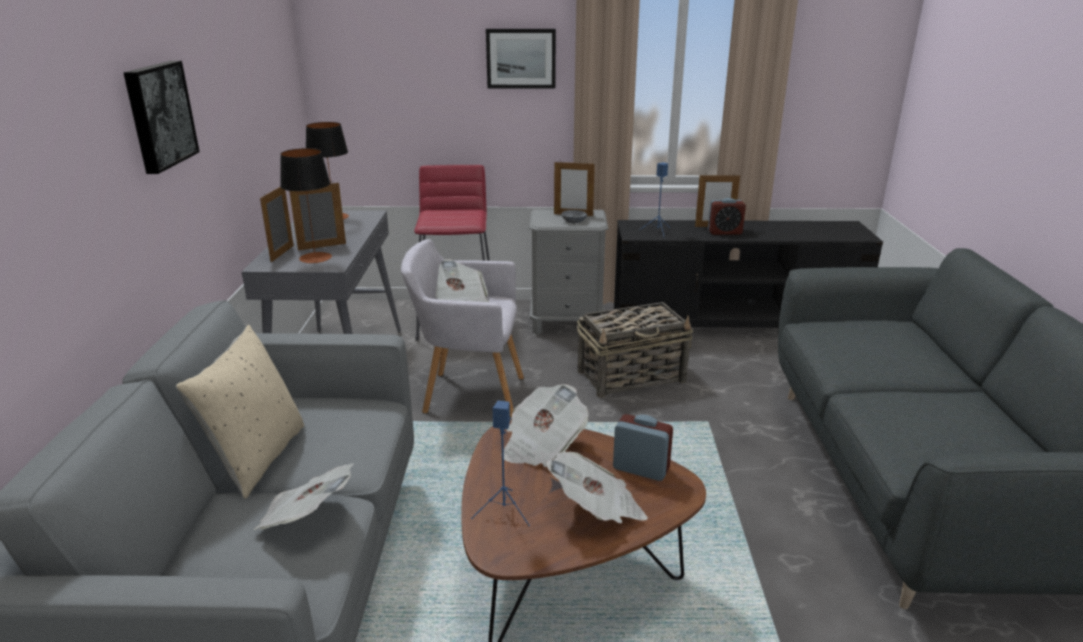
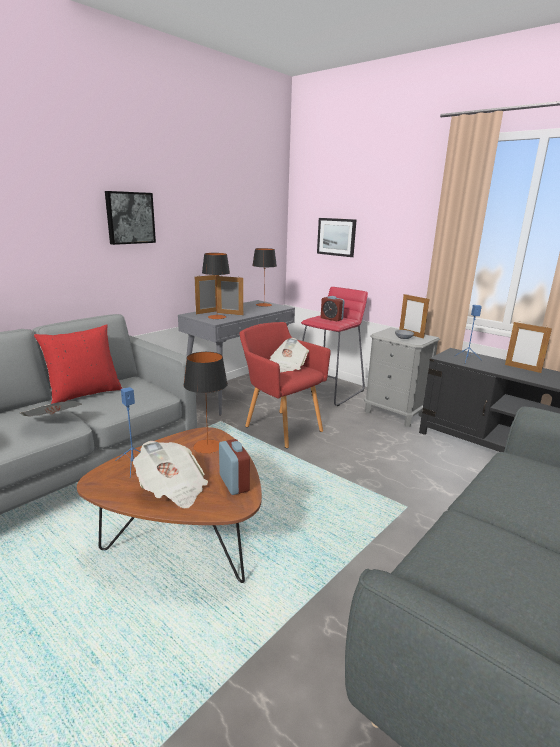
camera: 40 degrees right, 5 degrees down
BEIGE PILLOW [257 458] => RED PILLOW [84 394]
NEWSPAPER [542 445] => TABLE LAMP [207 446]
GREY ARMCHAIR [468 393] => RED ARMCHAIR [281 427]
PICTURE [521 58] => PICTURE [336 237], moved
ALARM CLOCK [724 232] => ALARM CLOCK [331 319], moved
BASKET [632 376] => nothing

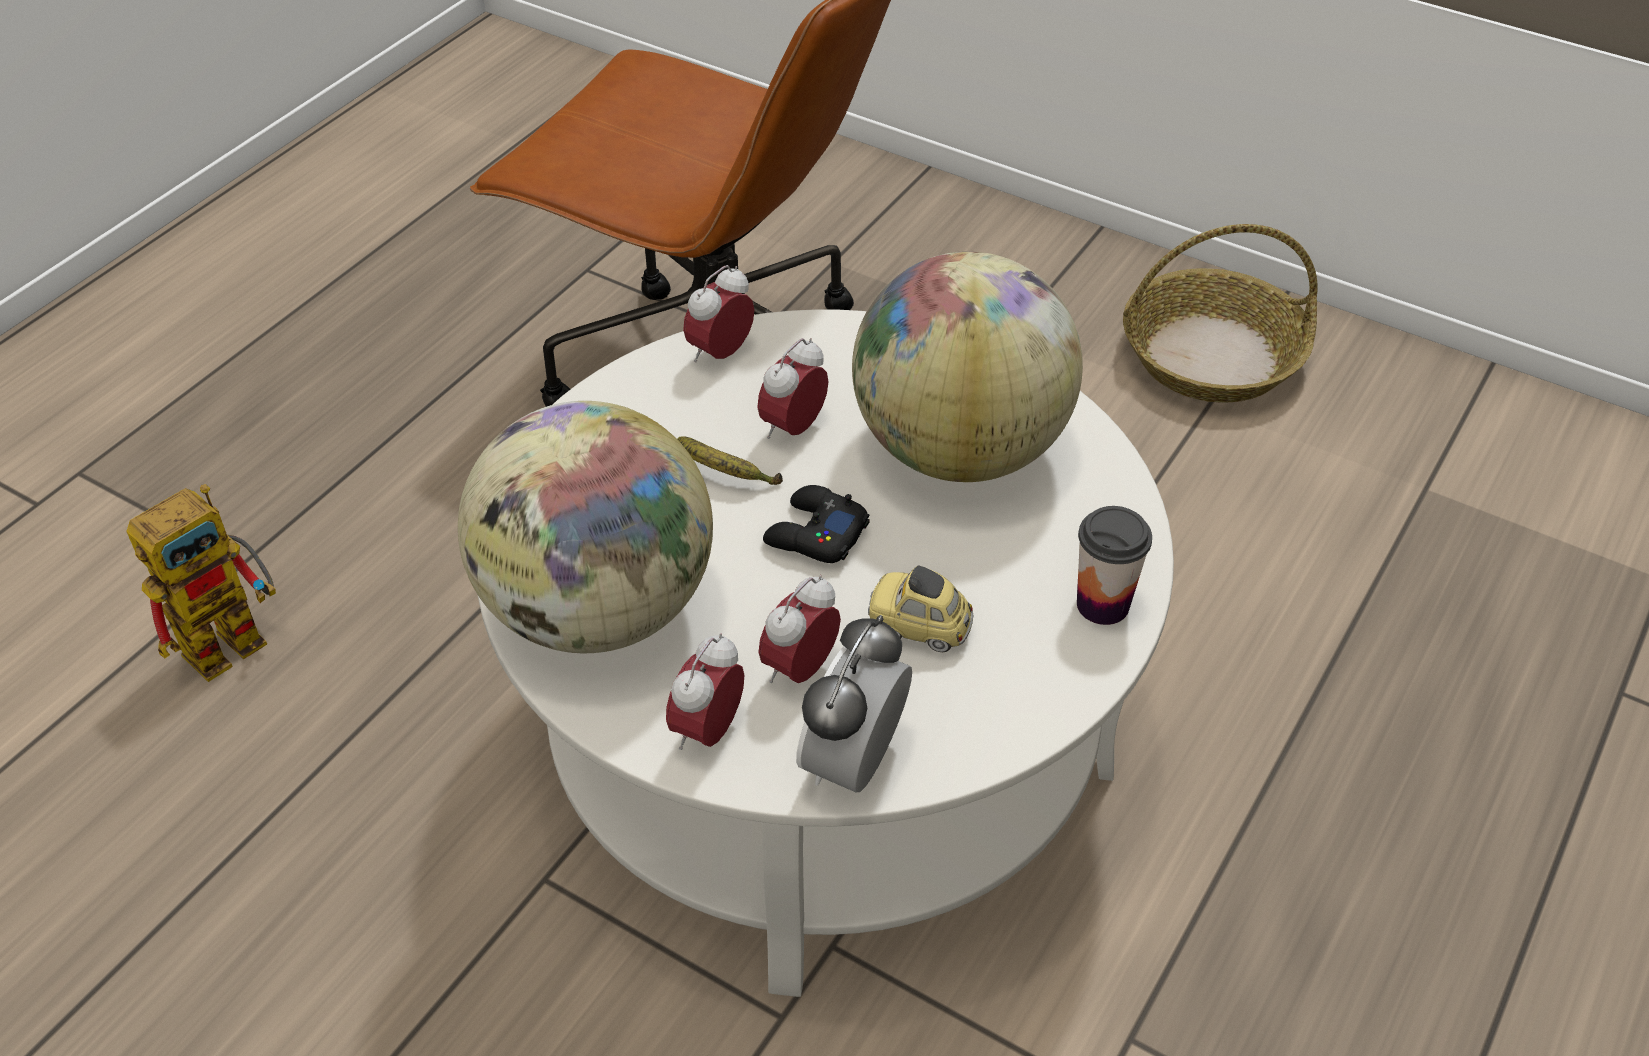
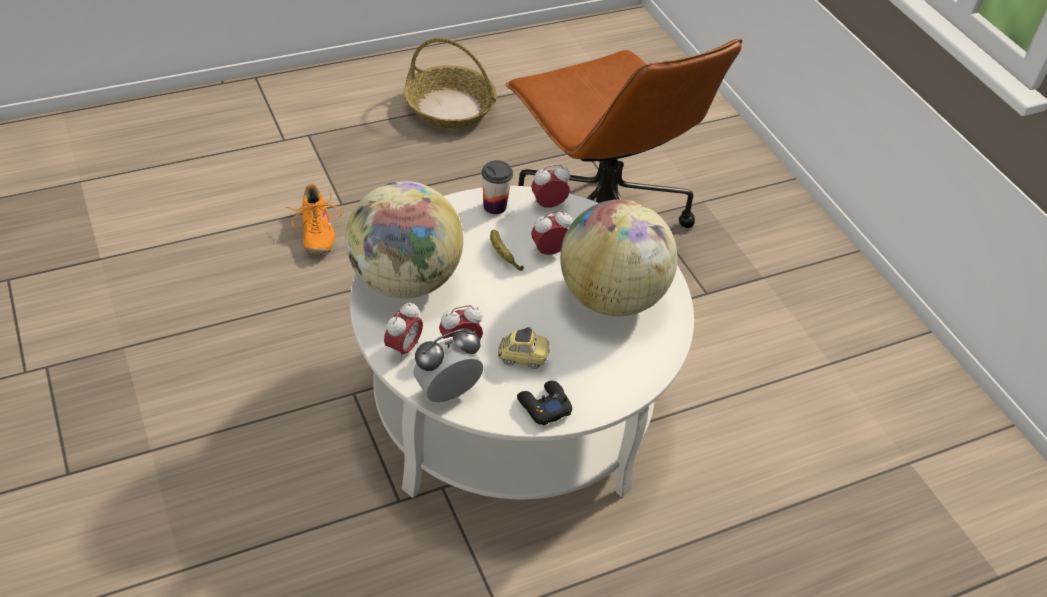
camera: 30 degrees right, 0 degrees up
TOY ROBOT [235 635] => ORANGE SHOE [315 232]
ALARM CLOCK [708 731] => ALARM CLOCK [403 348], 150 degrees clockwise
BASKET [1212 356] => BASKET [450 108], moved
CUP [1102 604] => CUP [494 206], moved
TOY CAR [919 627] => TOY CAR [523 358], 135 degrees clockwise
BLACK GAME CONTROLLER [815 534] => BLACK GAME CONTROLLER [543 406], moved

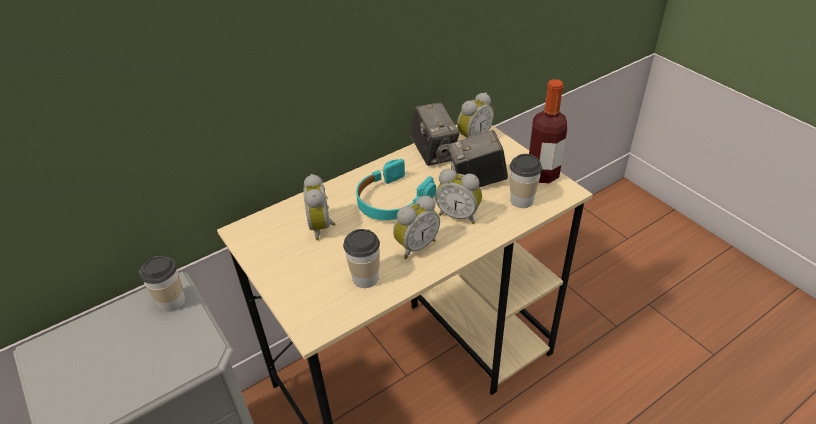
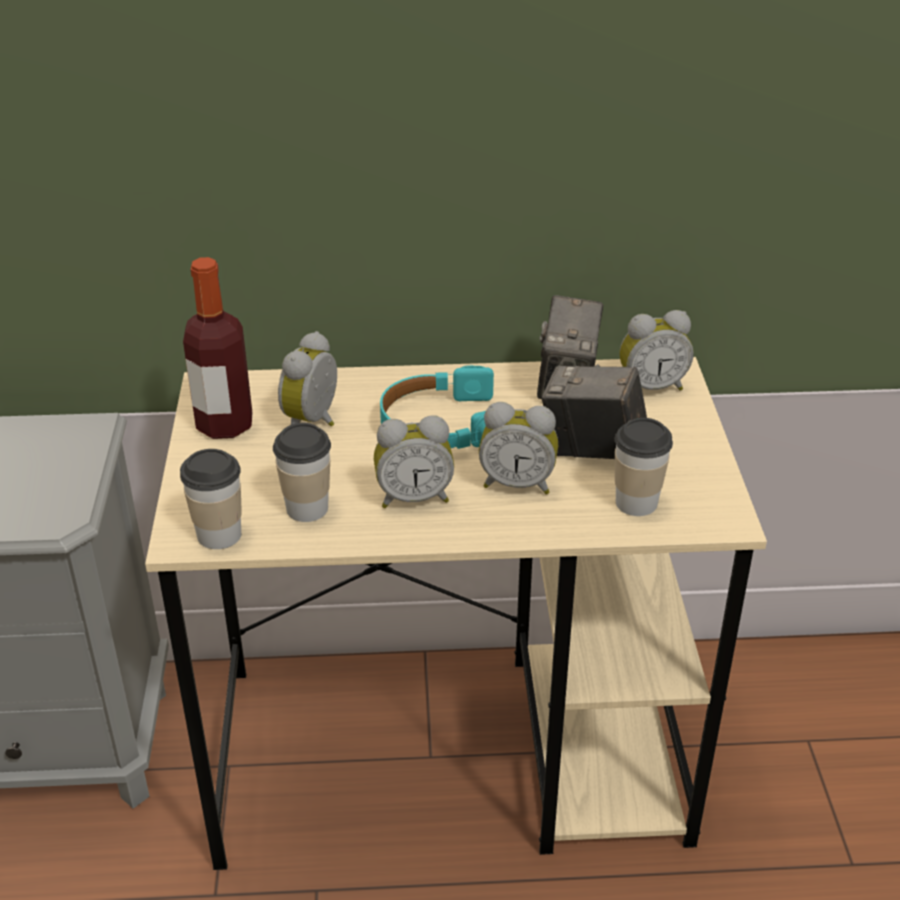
camera: 30 degrees right, 5 degrees down
CUP [172 302] => CUP [219 535], moved
BOTTLE [542 174] => BOTTLE [225 425], moved
ALARM CLOCK [458 215] => ALARM CLOCK [517 483], 45 degrees counterclockwise

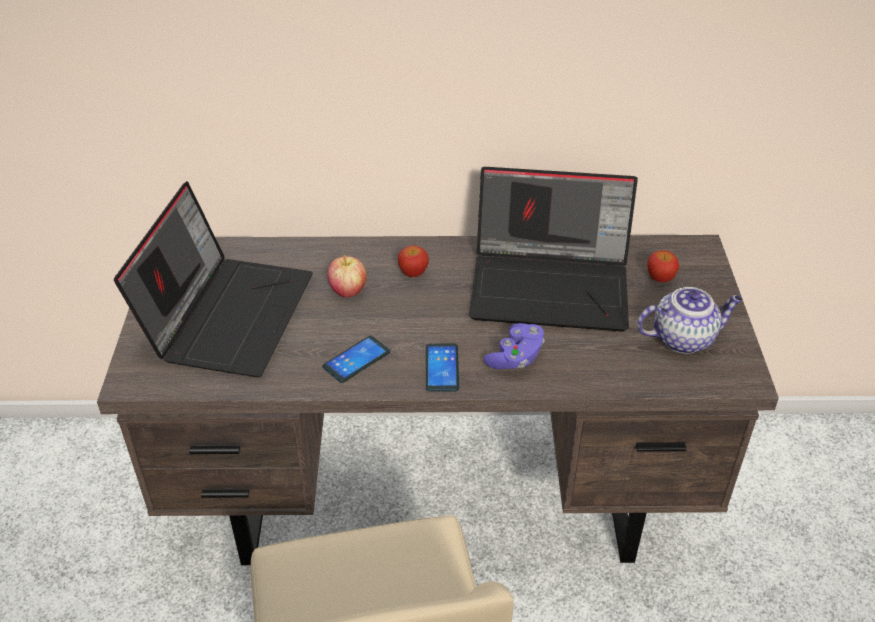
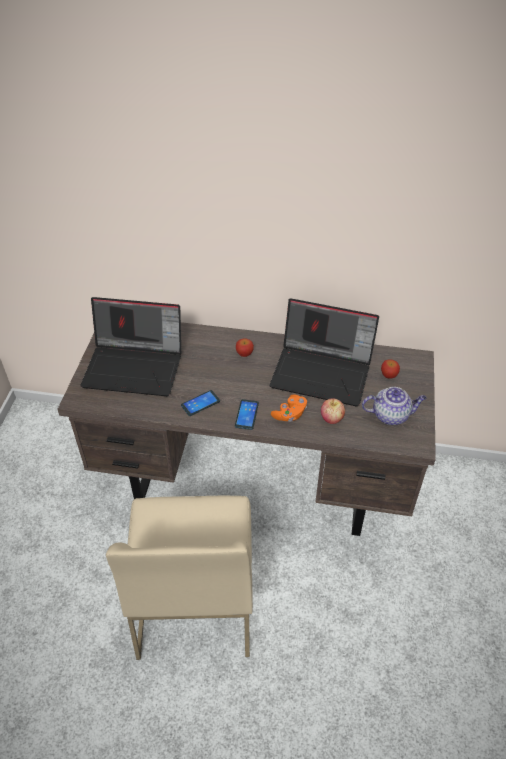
camera: 10 degrees right, 5 degrees up
LAPTOP [228 314] => LAPTOP [135 366], 75 degrees clockwise
PURPLE GAME CONTROLLER [515 357] => ORANGE GAME CONTROLLER [290 414]
APPLE [348 291] => APPLE [331 418], moved

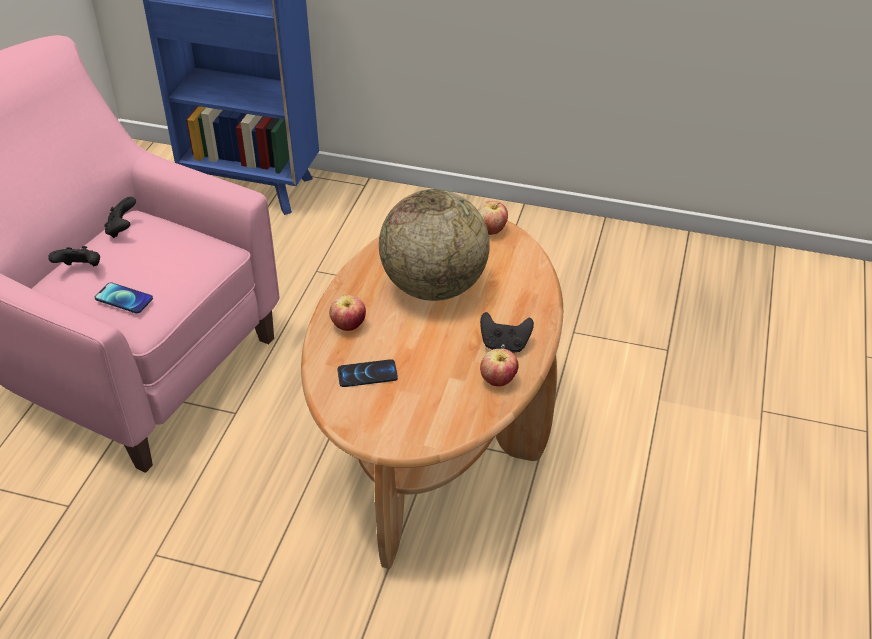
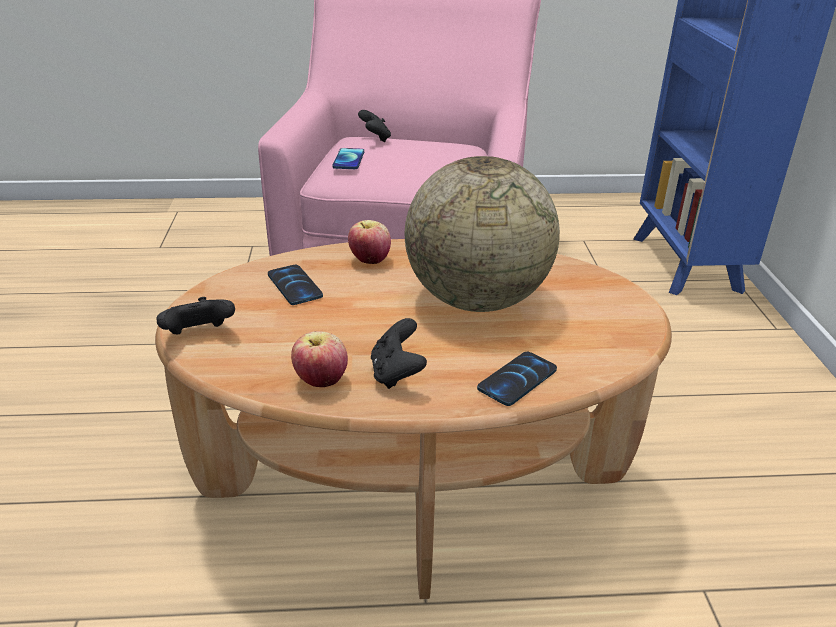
camera: 70 degrees right, 10 degrees down
BLACK GAME CONTROLLER [122 229] => BLACK GAME CONTROLLER [199 335], moved
nothing => PHONE [517 380]
APPLE [491 230] => nothing

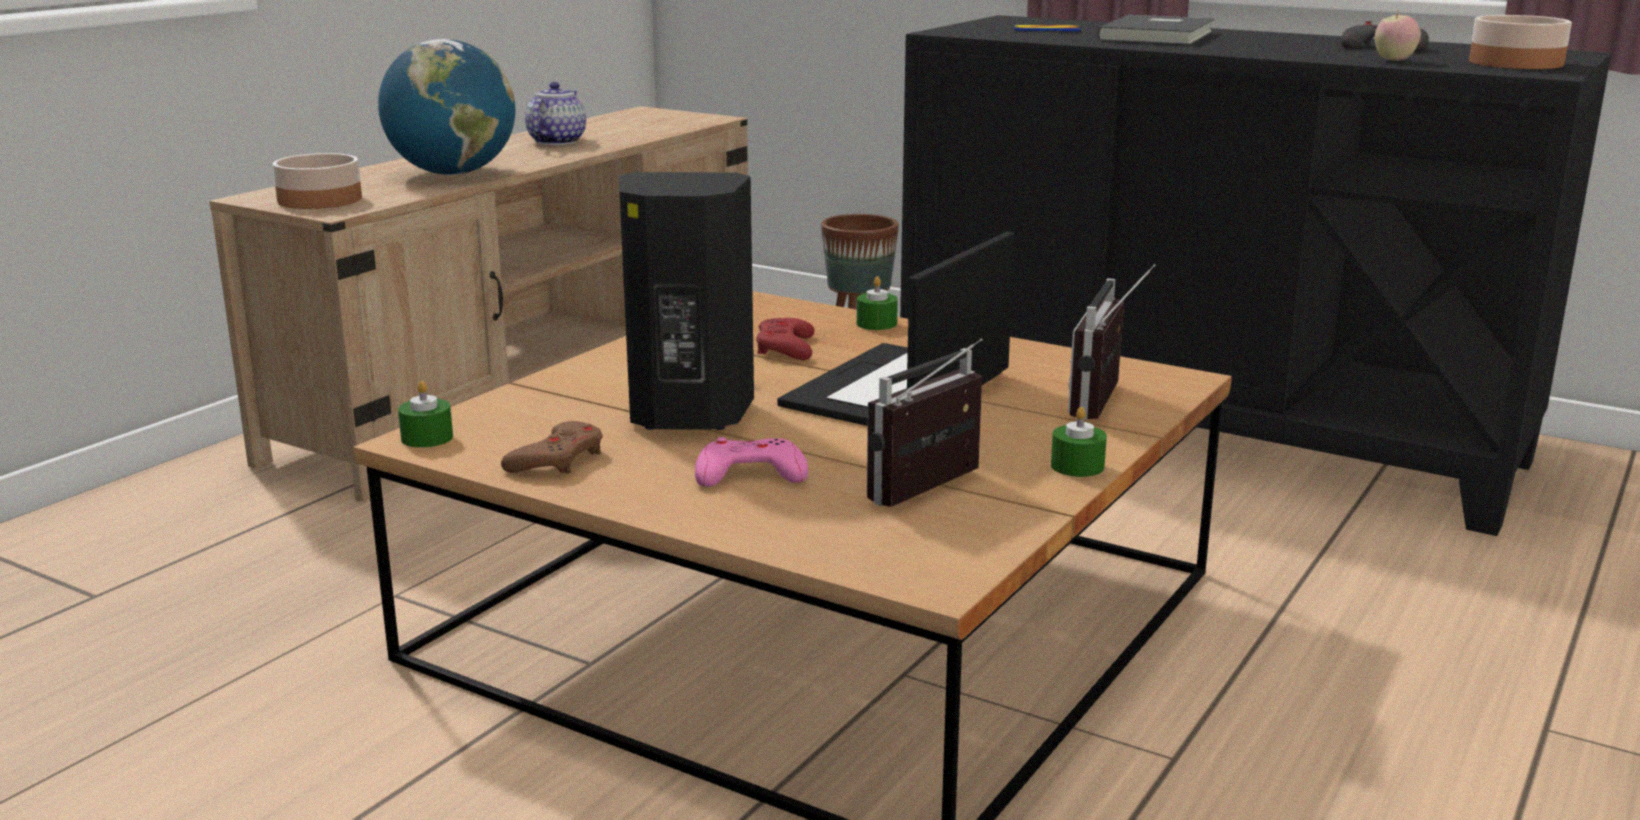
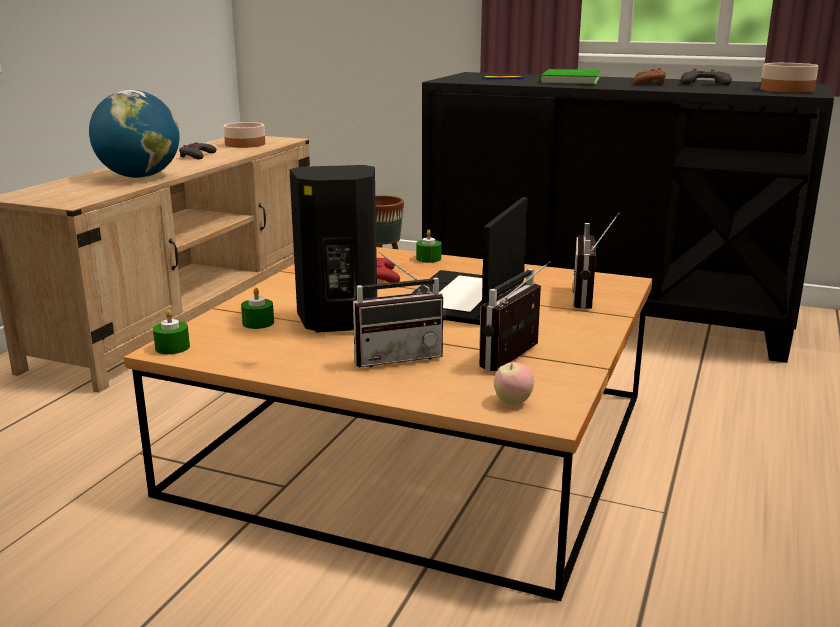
camera: 10 degrees left, 0 degrees up
TEAPOT [557 141] => GREY GAME CONTROLLER [197 156]
BOWL [318 200] => BOWL [244 144], moved
GREEN CANDLE [1077 466] => GREEN CANDLE [258 323], moved
PINK GAME CONTROLLER [750 474] => RADIO [396 356]
APPLE [1394 60] => APPLE [513 402], moved
GREY BOOK [1161 36] => GREEN BOOK [573 80]
BROWN GAME CONTROLLER [557 459] => BROWN GAME CONTROLLER [649 82], moved

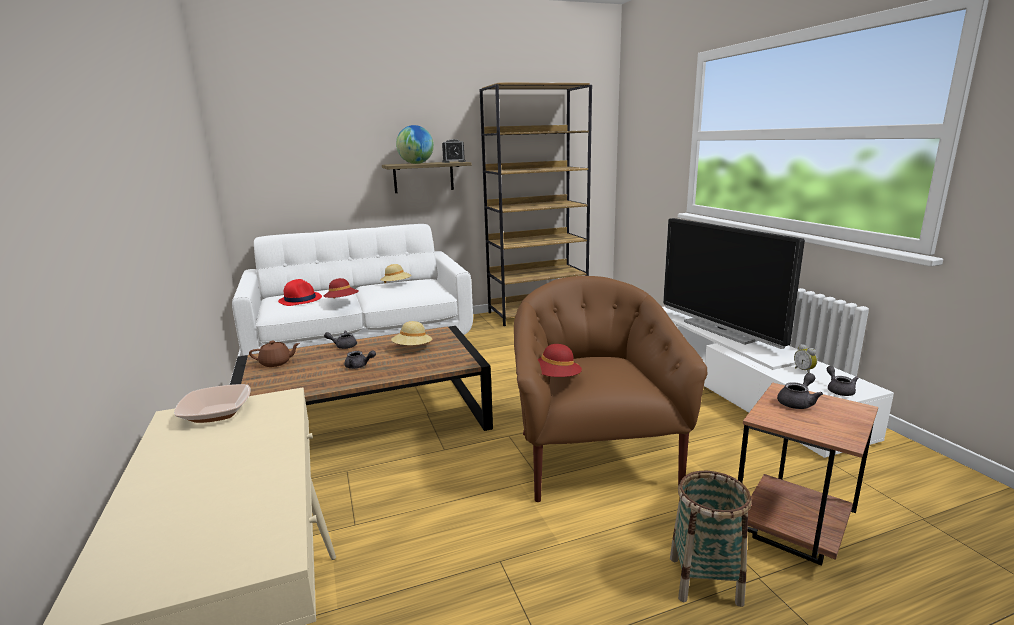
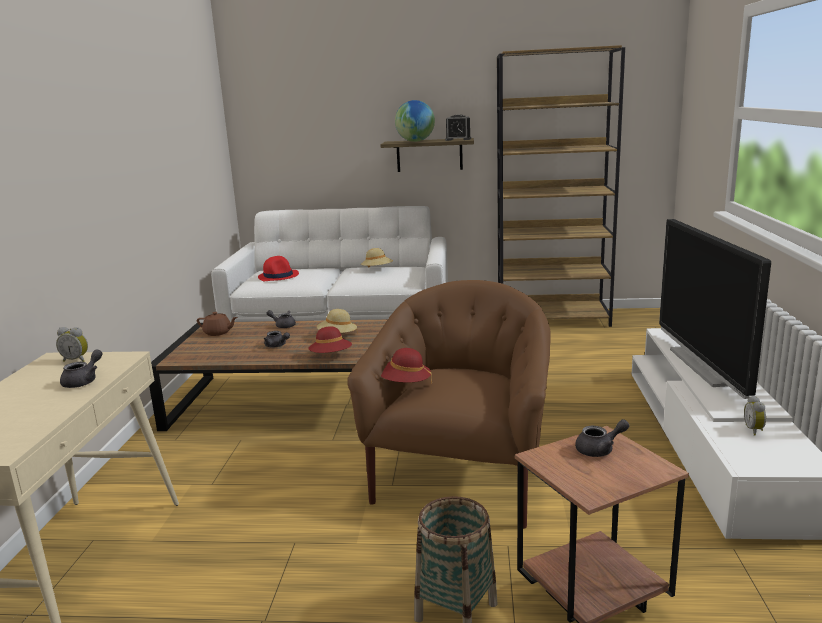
camera: 25 degrees right, 0 degrees up
BOWL [216 413] => ALARM CLOCK [76 360]
GREY TEAPOT [839 390] => GREY TEAPOT [84 381], moved
RED HAT [342 301] => RED HAT [331 356], moved

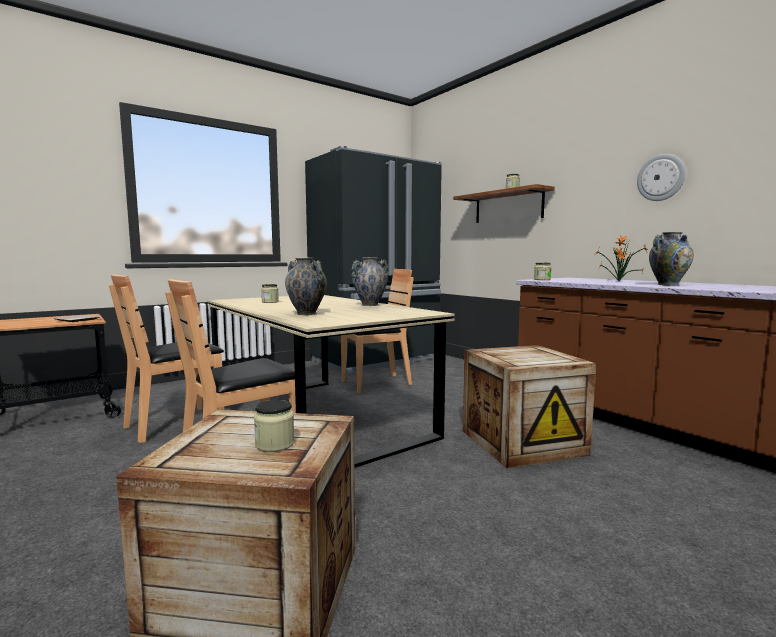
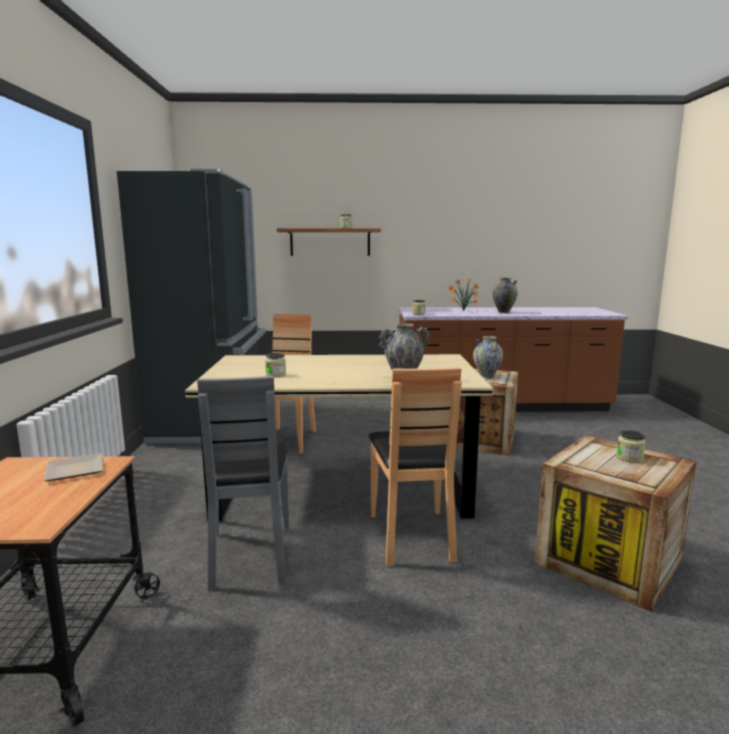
camera: 55 degrees left, 5 degrees up
BROWN CHAIR [175 424] => GREY CHAIR [250 554]
VASE [370 305] => VASE [487 376], moved
WALL CLOCK [661 177] => nothing

